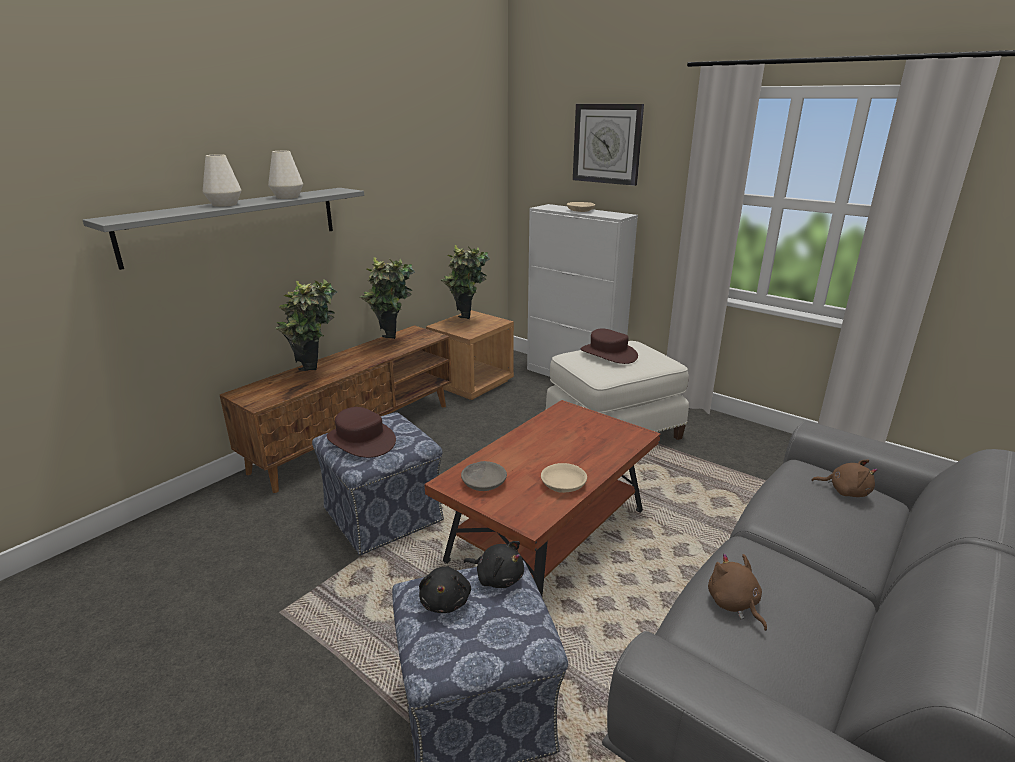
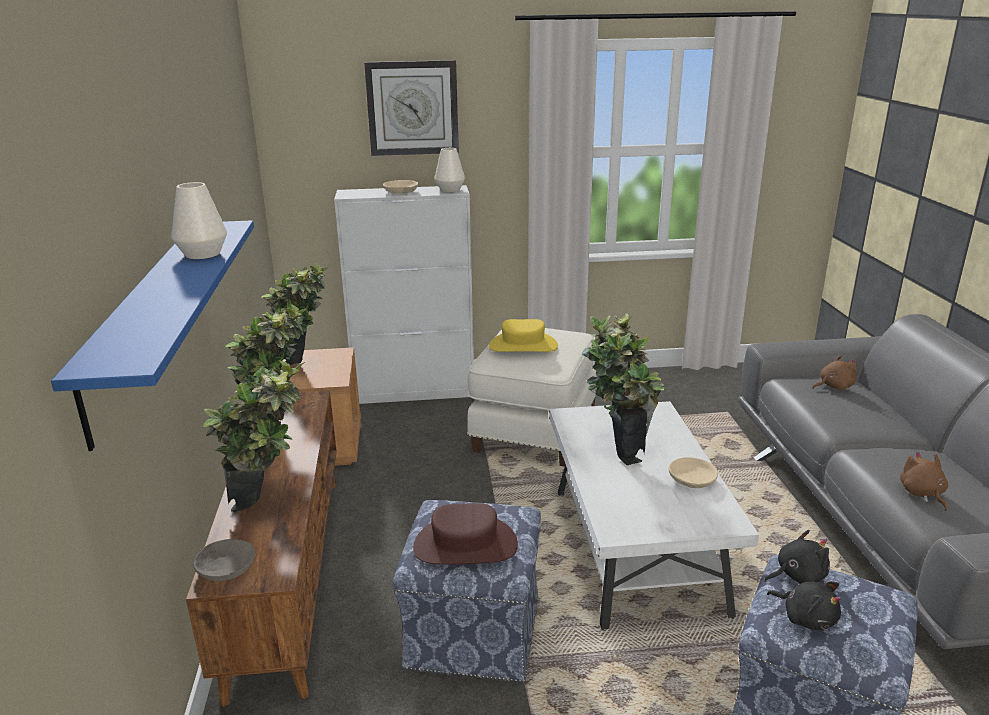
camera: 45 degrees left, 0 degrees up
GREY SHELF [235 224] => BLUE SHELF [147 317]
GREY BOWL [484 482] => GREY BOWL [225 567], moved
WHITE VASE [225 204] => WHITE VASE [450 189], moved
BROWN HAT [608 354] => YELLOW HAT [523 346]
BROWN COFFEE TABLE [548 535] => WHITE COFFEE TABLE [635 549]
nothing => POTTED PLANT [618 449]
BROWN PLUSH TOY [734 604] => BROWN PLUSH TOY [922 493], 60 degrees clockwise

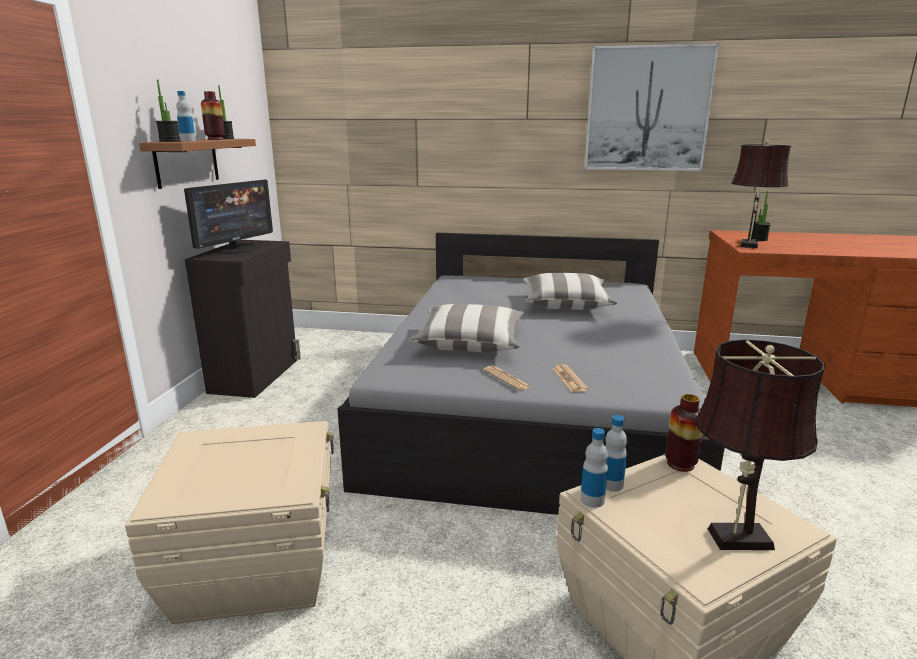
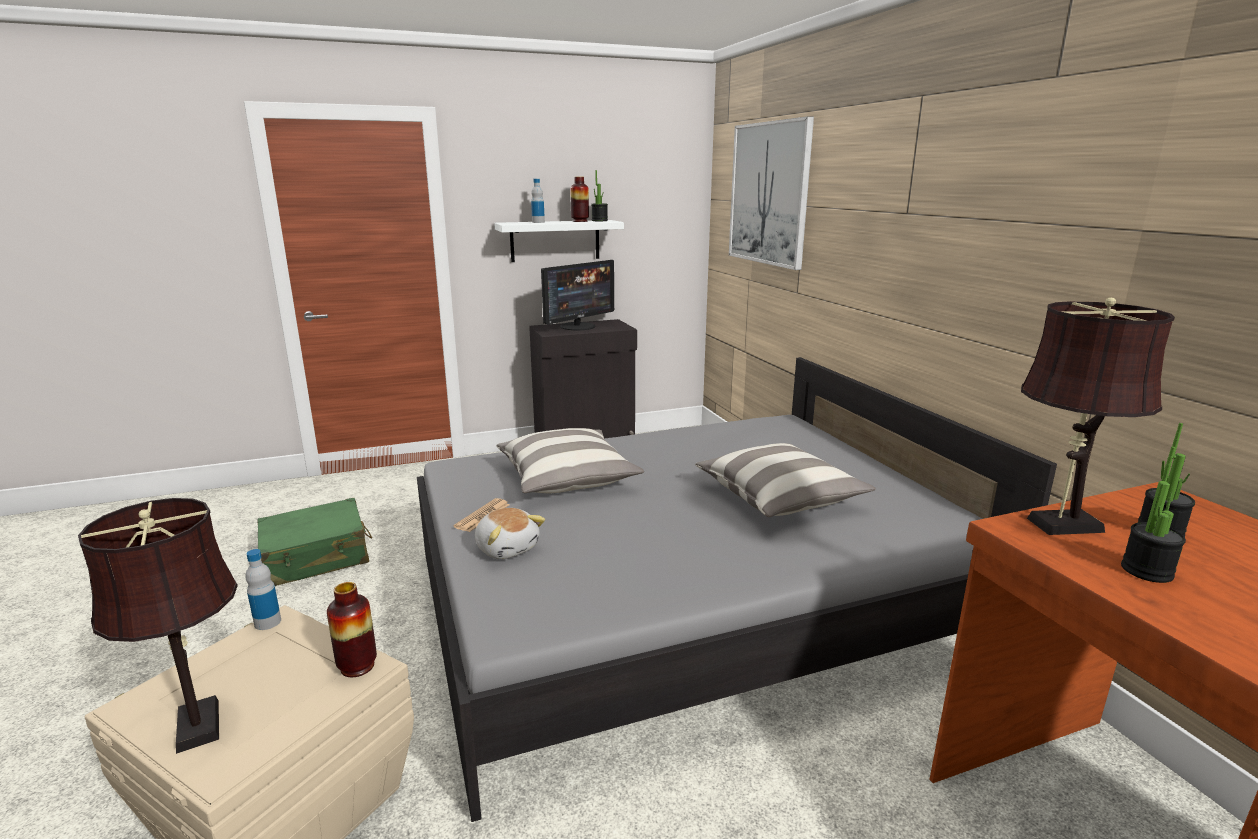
camera: 60 degrees right, 0 degrees up
BEIGE STORAGE BOX [257 565] => GREEN SUITCASE [317 557]
NEWSPAPER [569 379] => PLUSH TOY [507 548]
BROWN SHELF [187 162] => WHITE SHELF [555 240]
MONITOR [234 249] => MONITOR [578 326], 45 degrees counterclockwise
PICTURE [647 109] => PICTURE [769 194], moved
POTTED PLANT [170 141] => POTTED PLANT [1146 571], moved
BOTTLE [611 484] => nothing

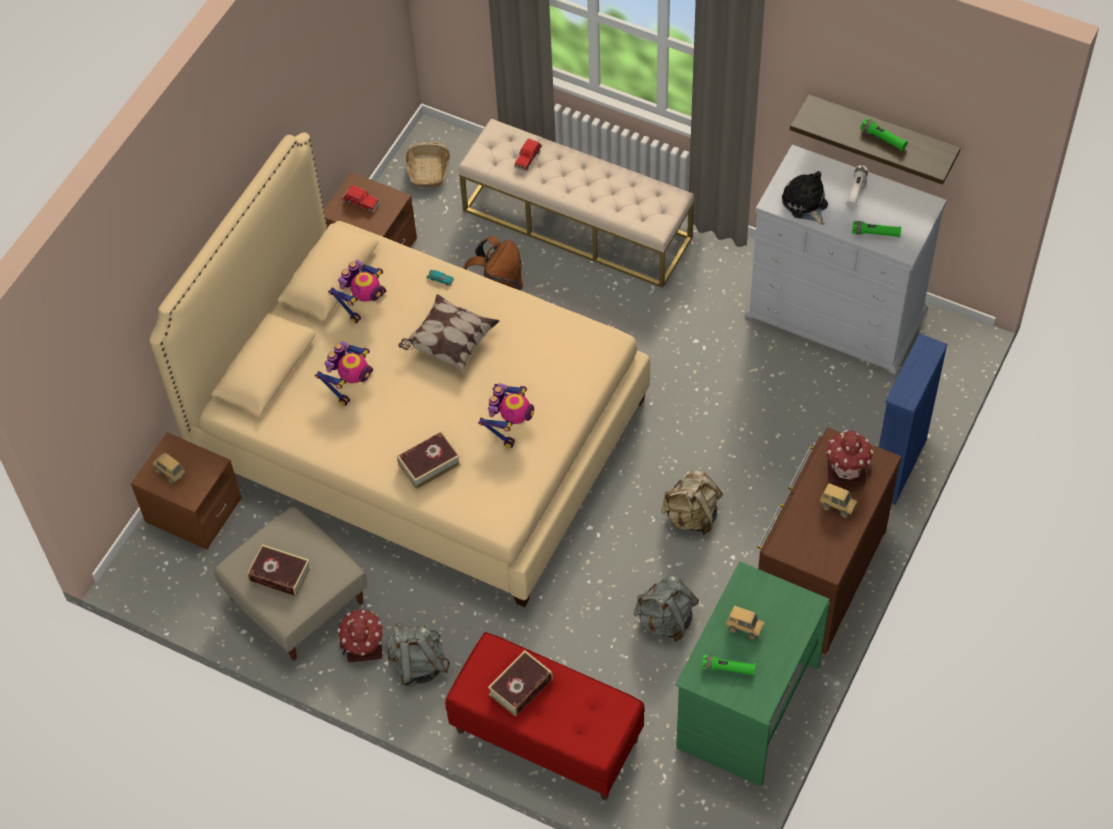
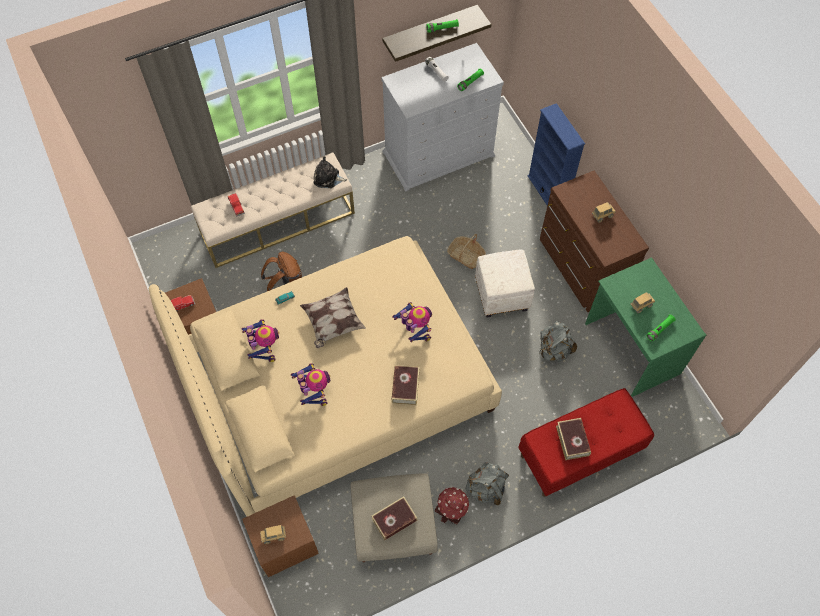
camera: 55 degrees left, 5 degrees up
PLUSH TOY [805 204] => PLUSH TOY [328 178], moved
BASKET [428 170] => BASKET [466 256], moved
BEIGE BACKPACK [692 516] => WHITE OTTOMAN [502 295]
TOY HOUSE [846 468] => nothing

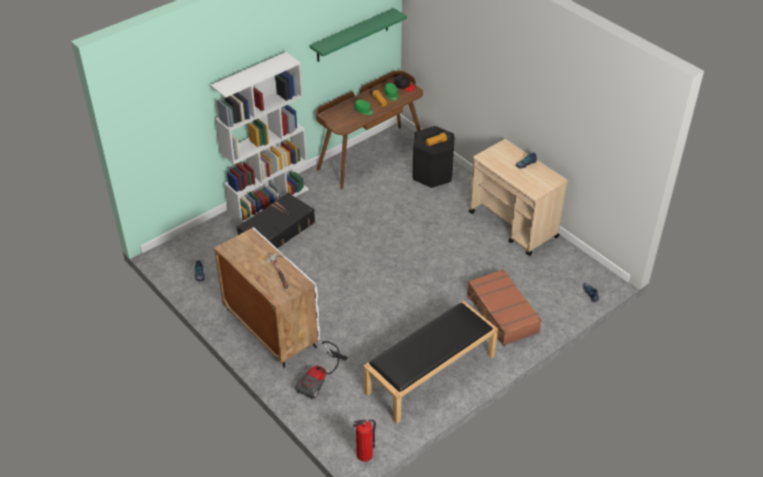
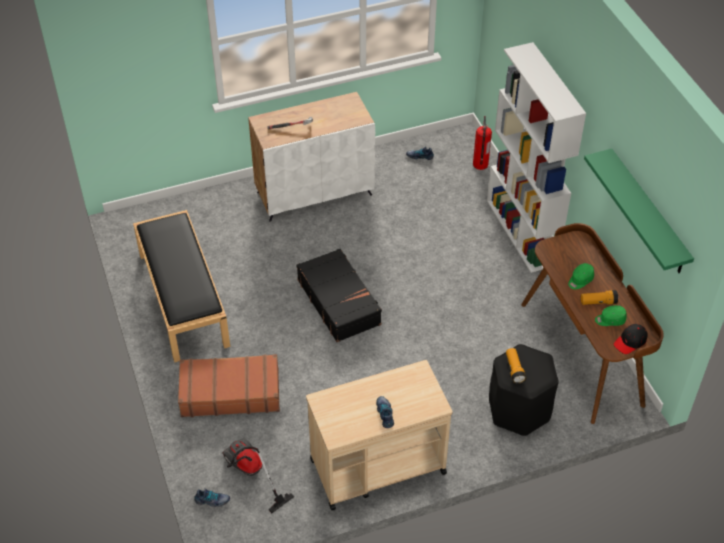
camera: 110 degrees right, 5 degrees up
VACUUM CLEANER [320 380] => VACUUM CLEANER [250 474], moved
BLACK SUITCASE [276 231] => BLACK SUITCASE [339 302], moved
FIRE EXTINGUISHER [365 454] => FIRE EXTINGUISHER [480 164], moved

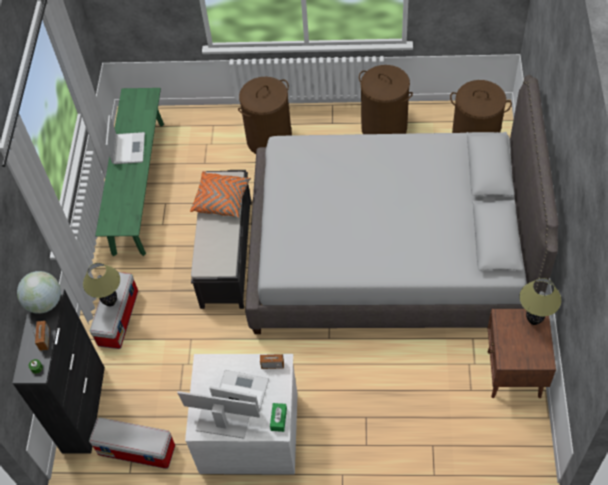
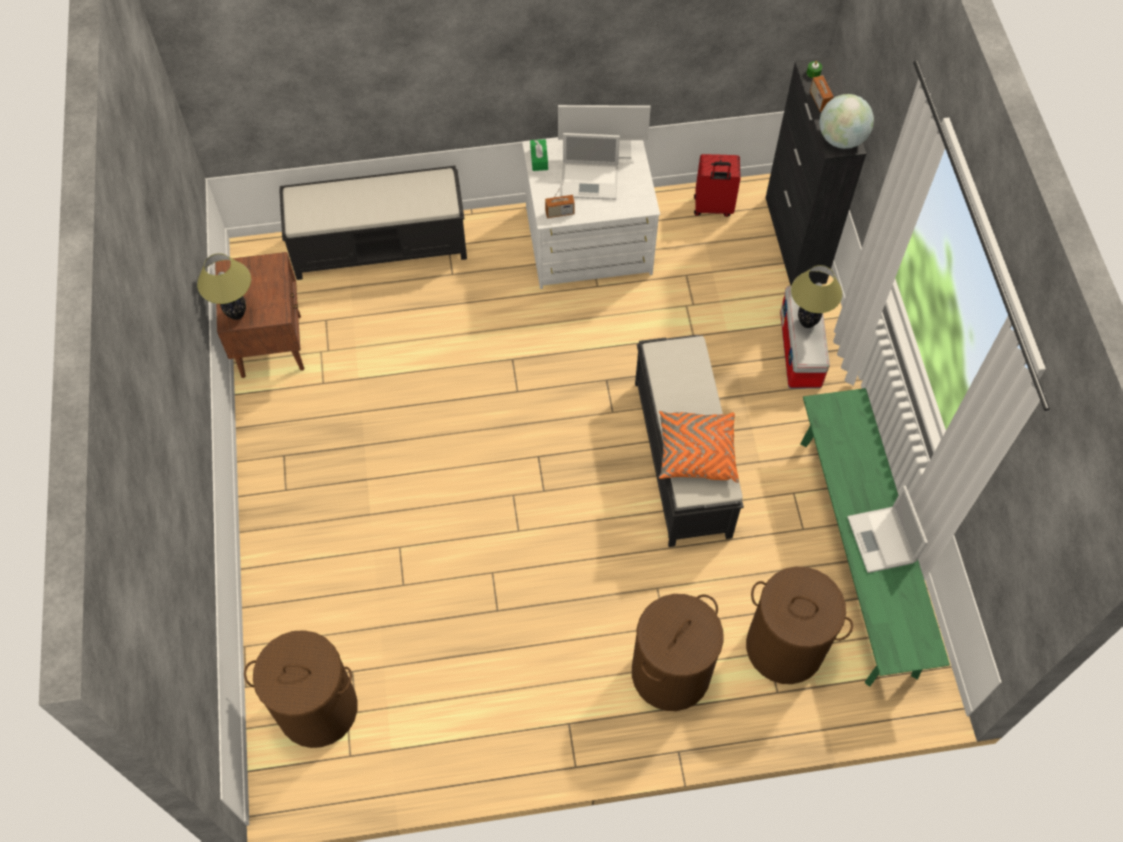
camera: 165 degrees right, 5 degrees up
nothing => BLACK BENCH [381 246]
STORAGE BOX [137 449] => RED SUITCASE [713 207]
BROWN LAUNDRY BASKET [384 128] => BROWN LAUNDRY BASKET [784 647], moved
GREY BED [389 253] => nothing

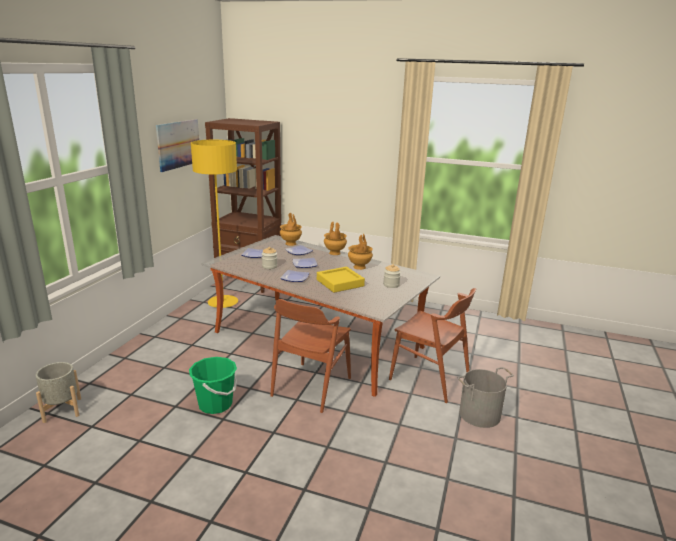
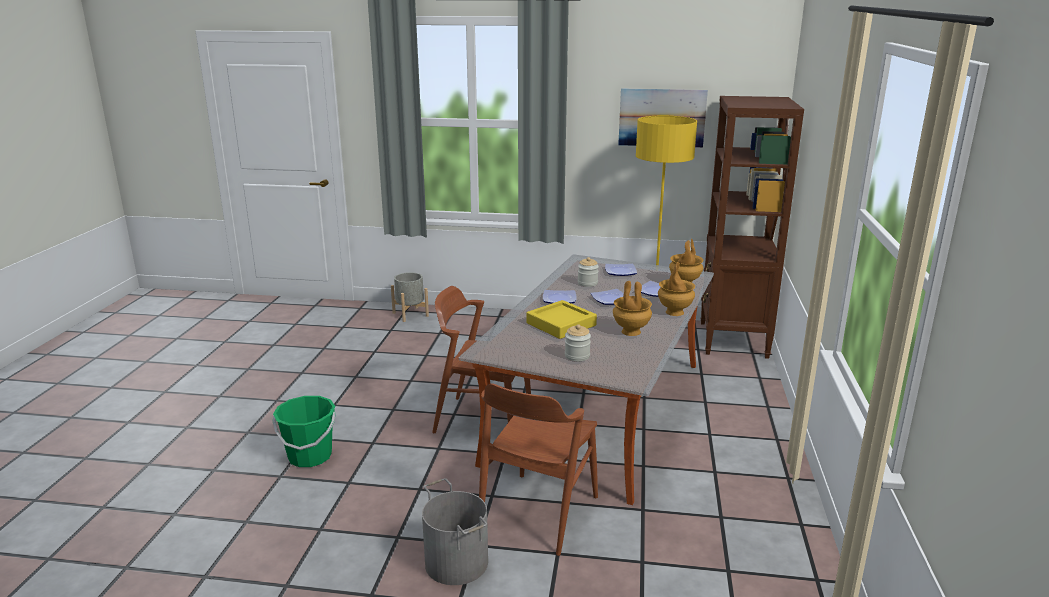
camera: 80 degrees right, 0 degrees up
GREEN BUCKET [215 404] => GREEN BUCKET [310 456], moved

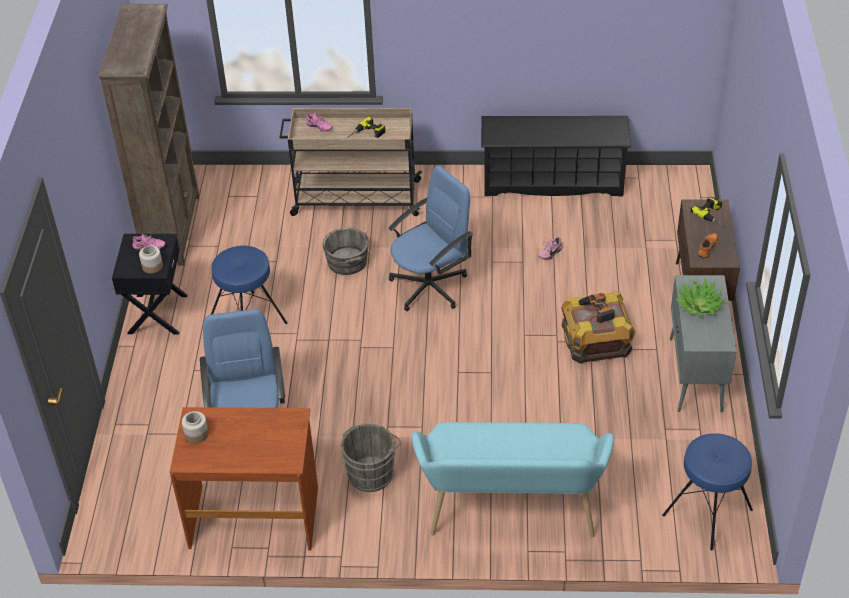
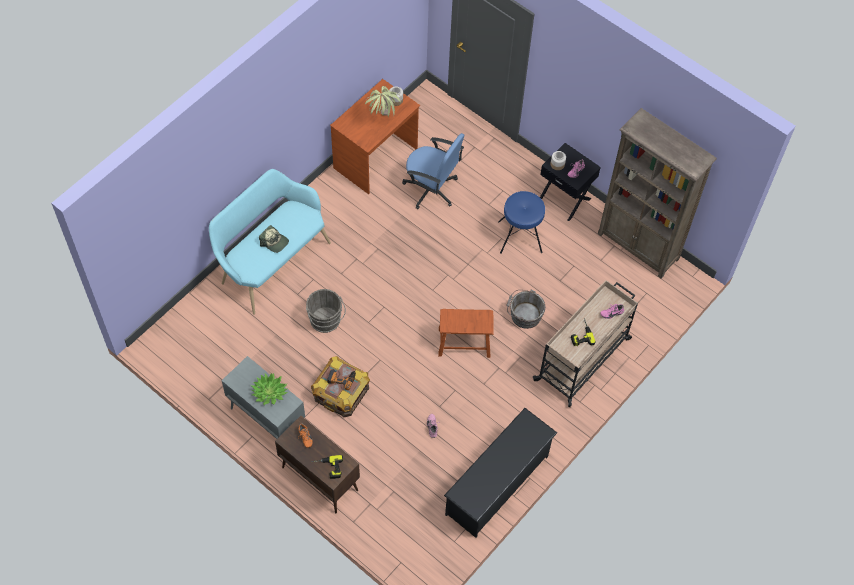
camera: 125 degrees right, 15 degrees up
nothing => CAP [274 242]
GREY BUCKET [372 472] => GREY BUCKET [326 321], moved
nothing => POTTED PLANT [382 121]
BLUE OFFICE CHAIR [430 286] => BROWN STOOL [464 342]
BLUE STOOL [708 513] => nothing

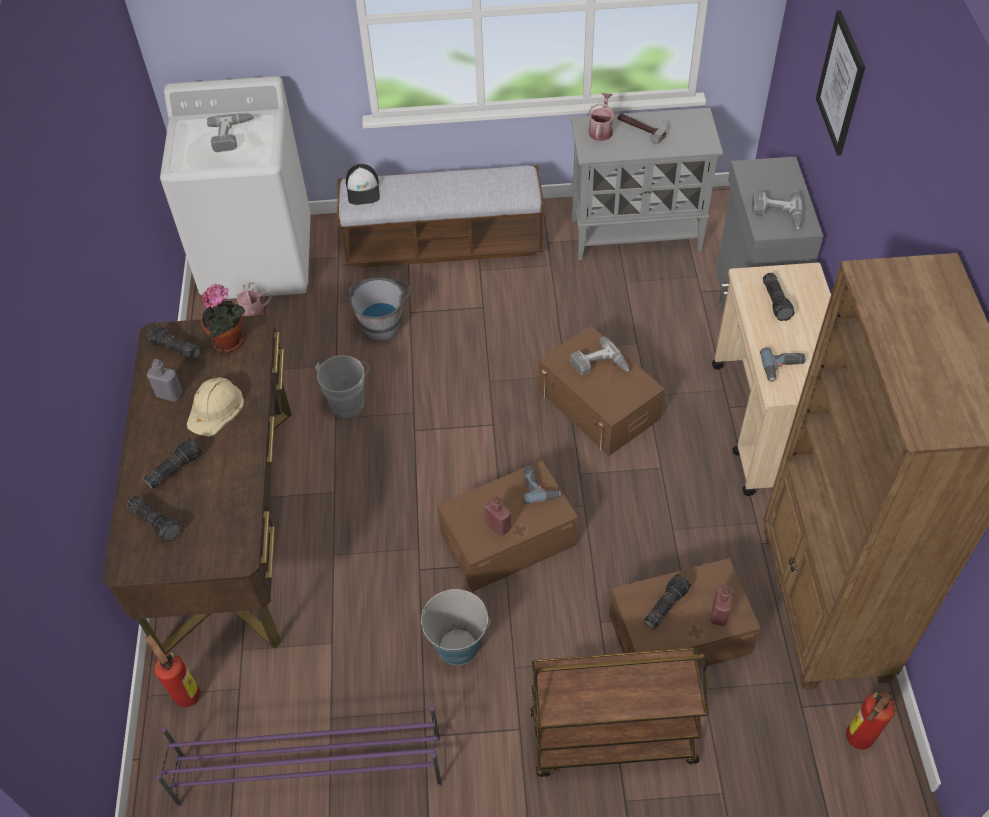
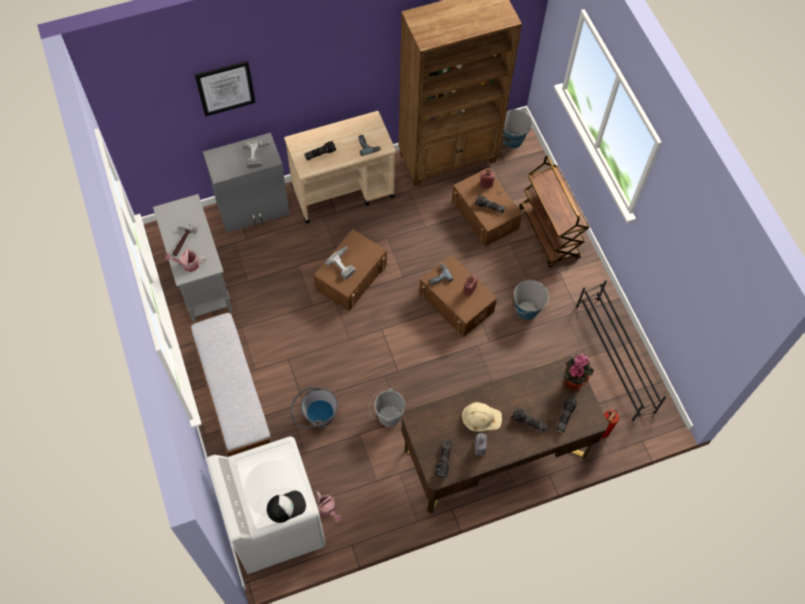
camera: 110 degrees left, 10 degrees up
CAP [363 190] => CAP [286 506], moved
FIRE EXTINGUISHER [856 740] => BUCKET [513 140]
POTTED PLANT [231 342] => POTTED PLANT [573 380], moved
PURPLE SHOE RACK [309 770] => BLACK SHOE RACK [615 358]
POWER DRILL [232 135] => nothing

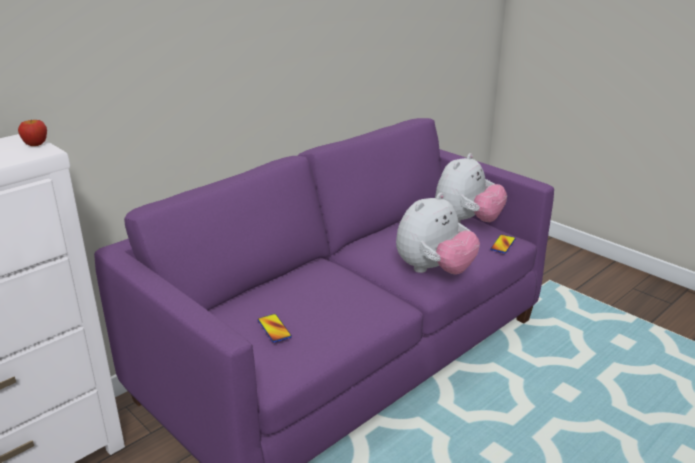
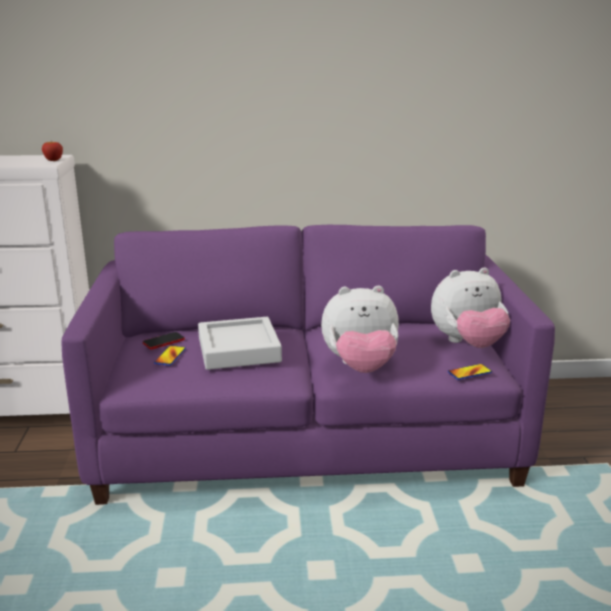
camera: 40 degrees right, 5 degrees down
nothing => PHONE [163 341]
nothing => GREY TRAY [239 350]

